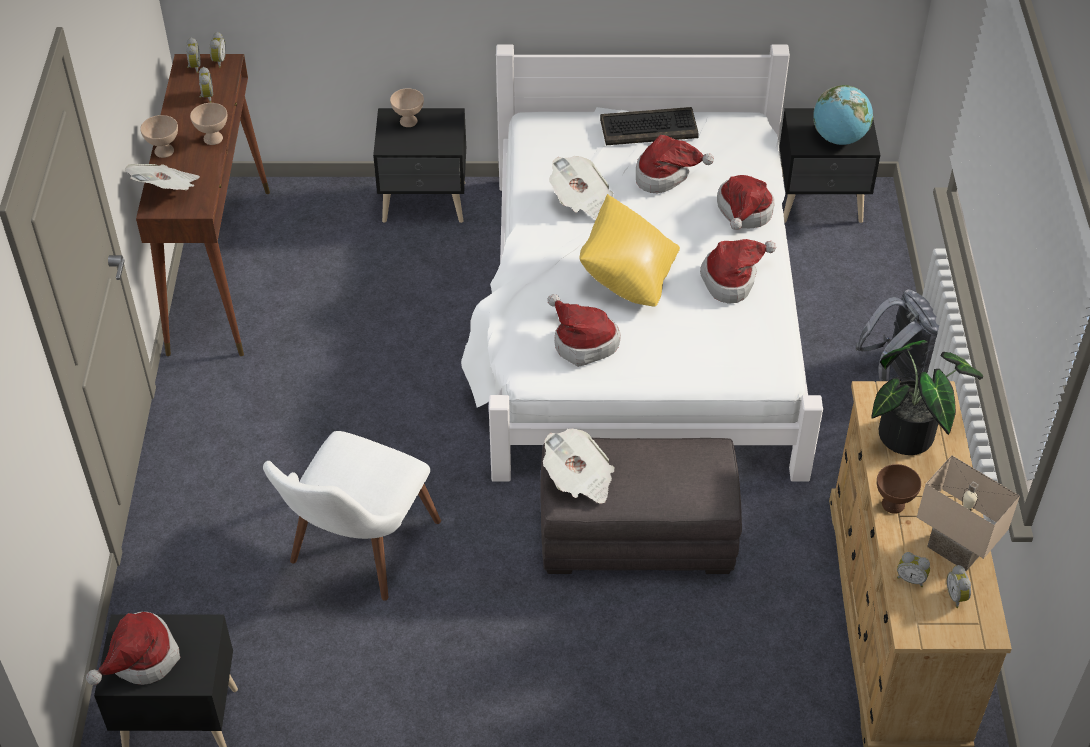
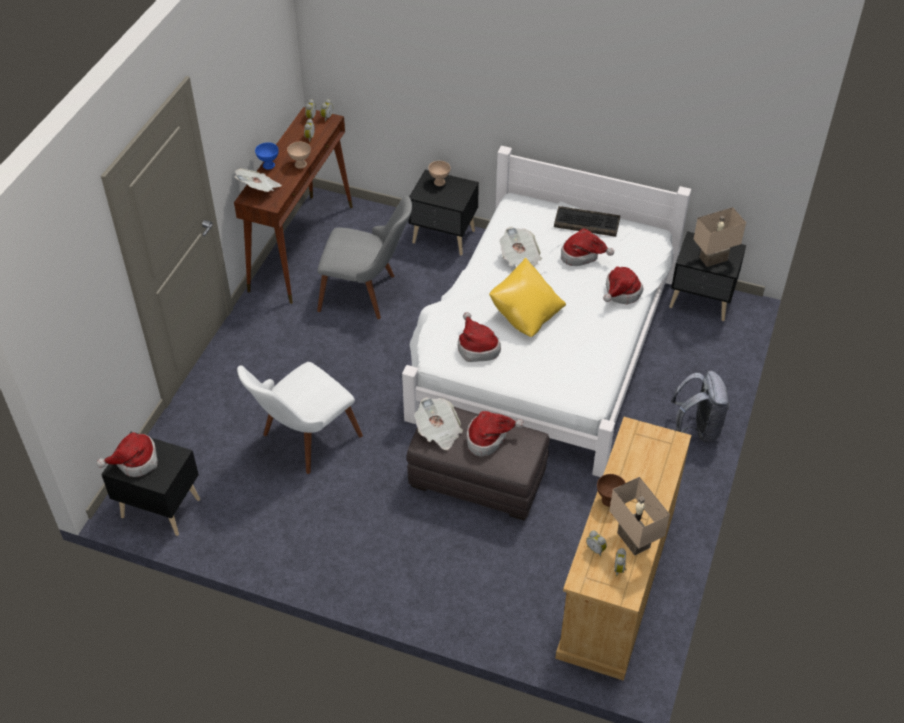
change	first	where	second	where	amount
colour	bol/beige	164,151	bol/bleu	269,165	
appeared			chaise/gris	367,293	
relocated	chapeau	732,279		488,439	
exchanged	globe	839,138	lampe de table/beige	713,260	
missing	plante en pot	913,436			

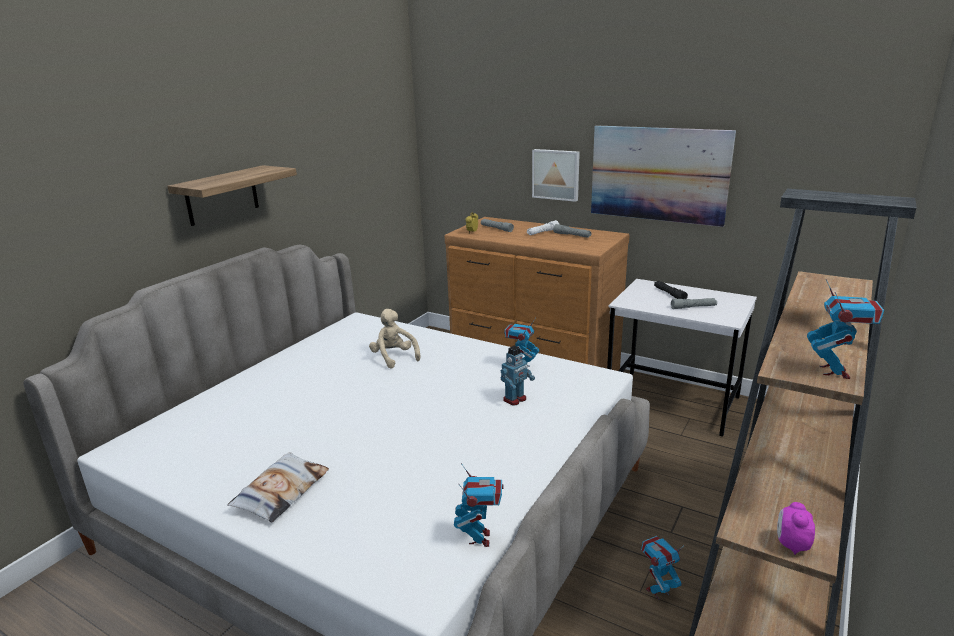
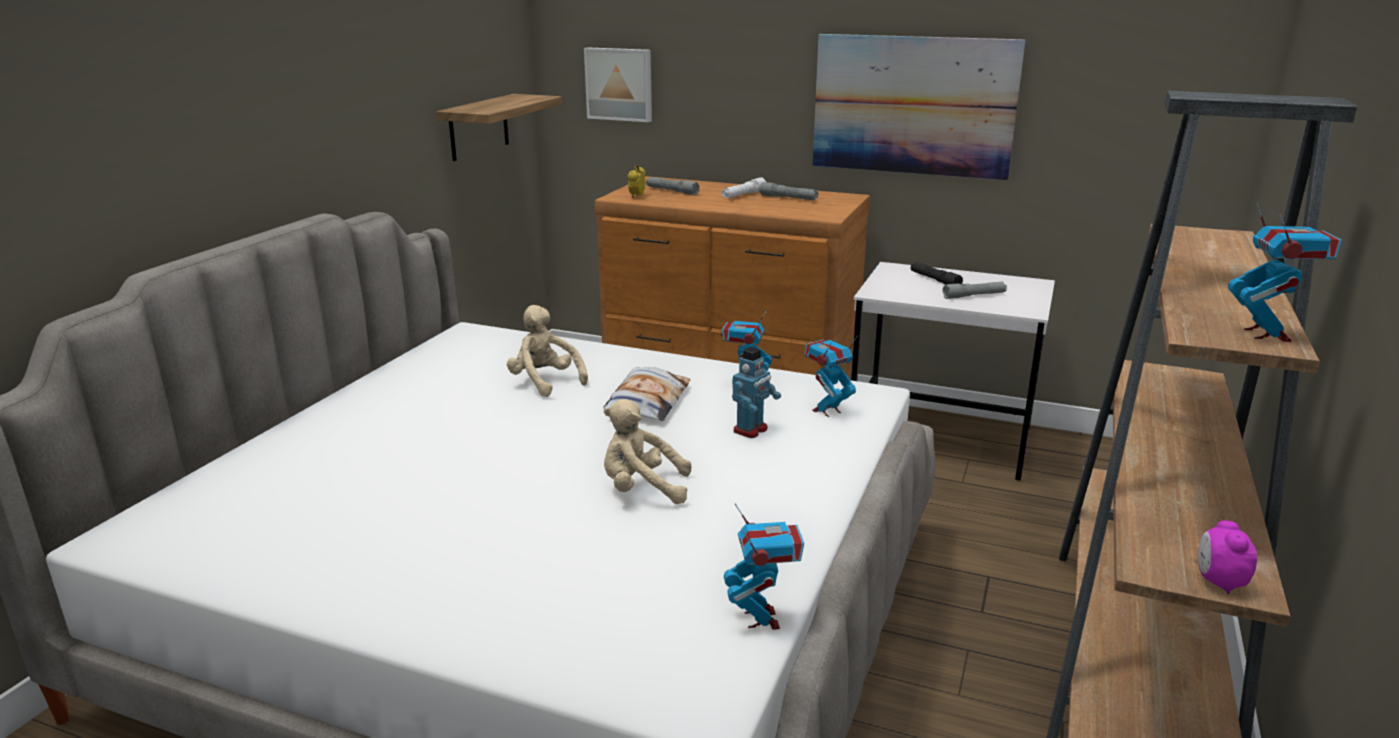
change	first	where	second	where	amount
relocated	étagère	222,195		479,127	
relocated	tableau	556,174		619,84	
relocated	coussin	281,492		647,401	
appeared			peluche/beige	642,489	
relocated	robot jouet	658,591		827,411	

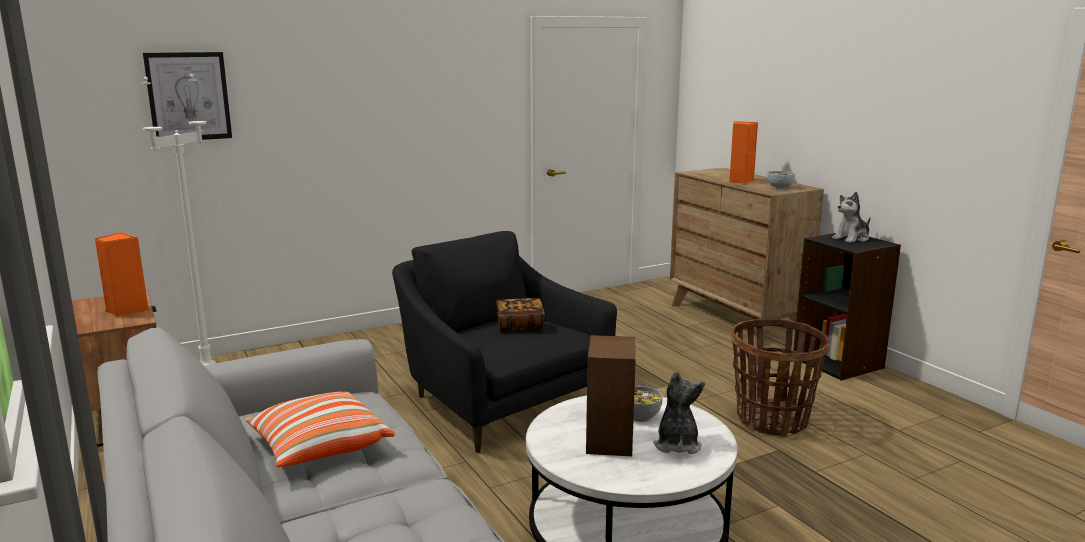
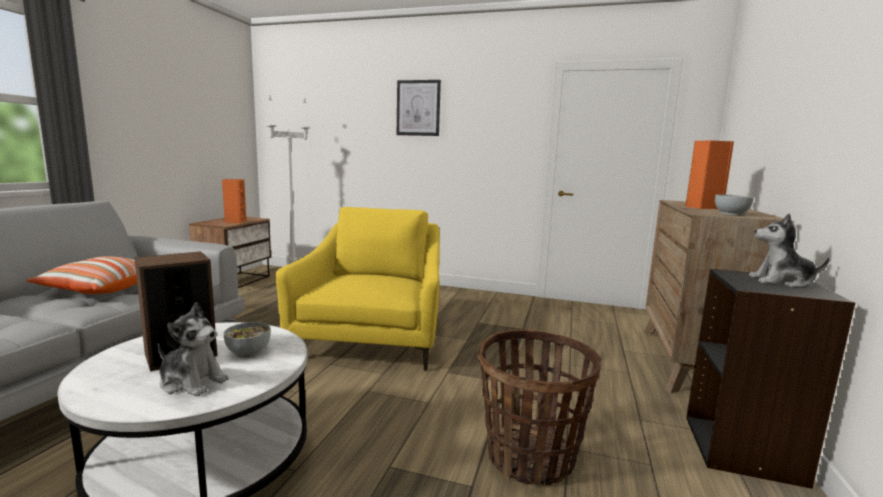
change	first	where	second	where	amount
spun	peluche	676,444		192,382	60 degrees clockwise
colour	fauteuil/noir	498,400	fauteuil/jaune	373,339	
relocated	tableau	188,96		418,108	
missing	livre	520,325			

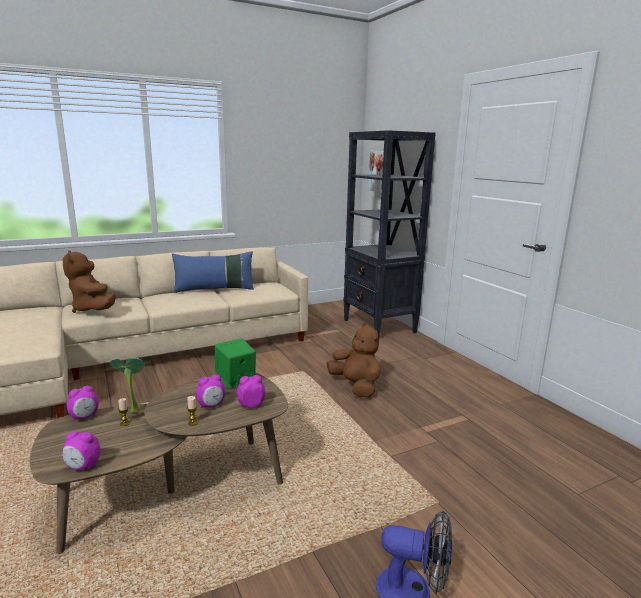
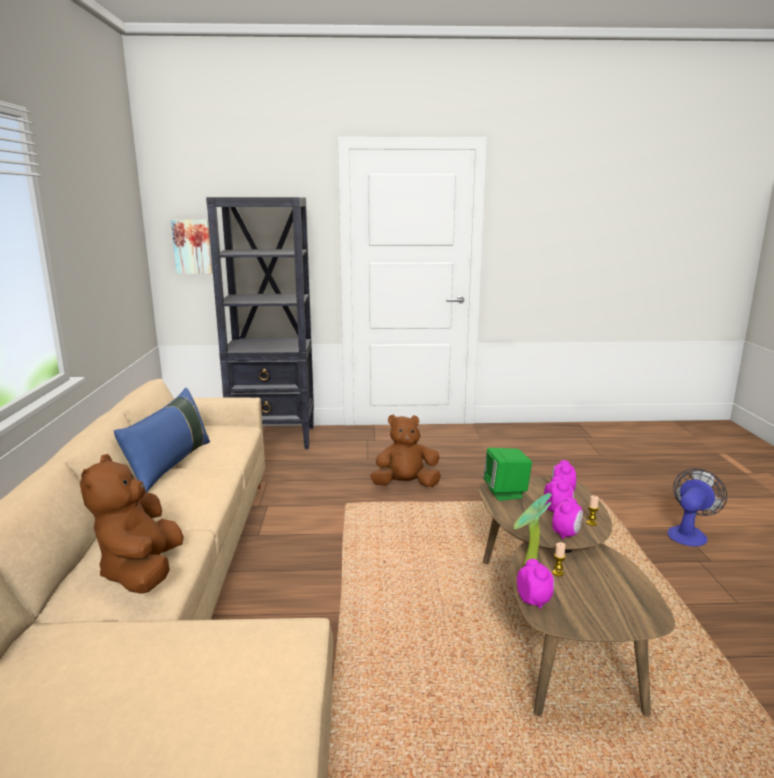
change	first	where	second	where	amount
spun	peluche/marron	93,309		142,572	90 degrees clockwise
relocated	réveil	83,466		566,534	

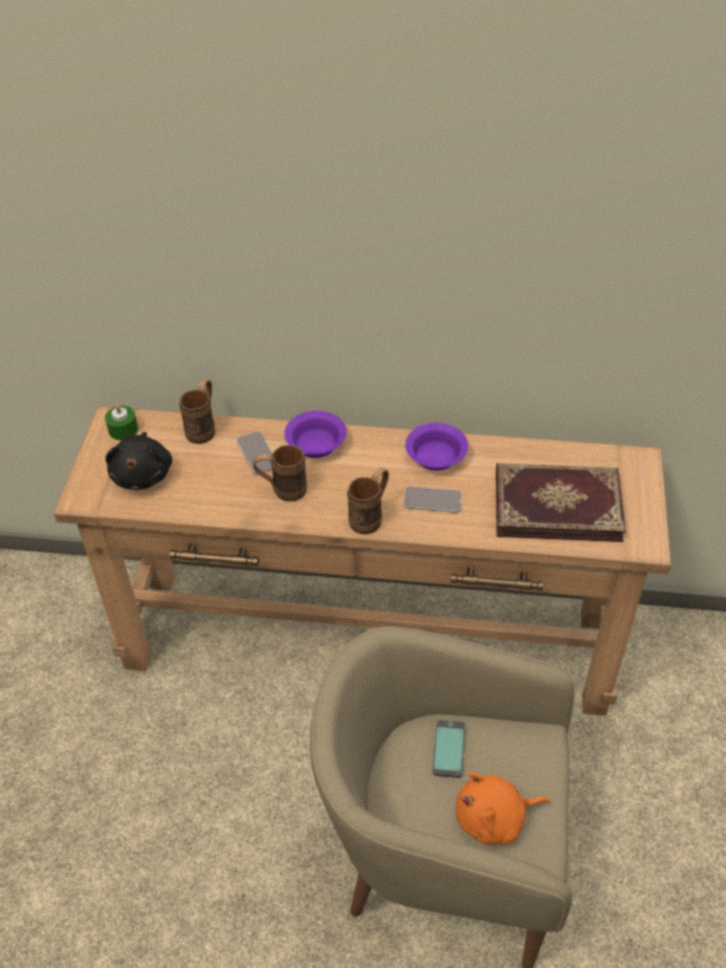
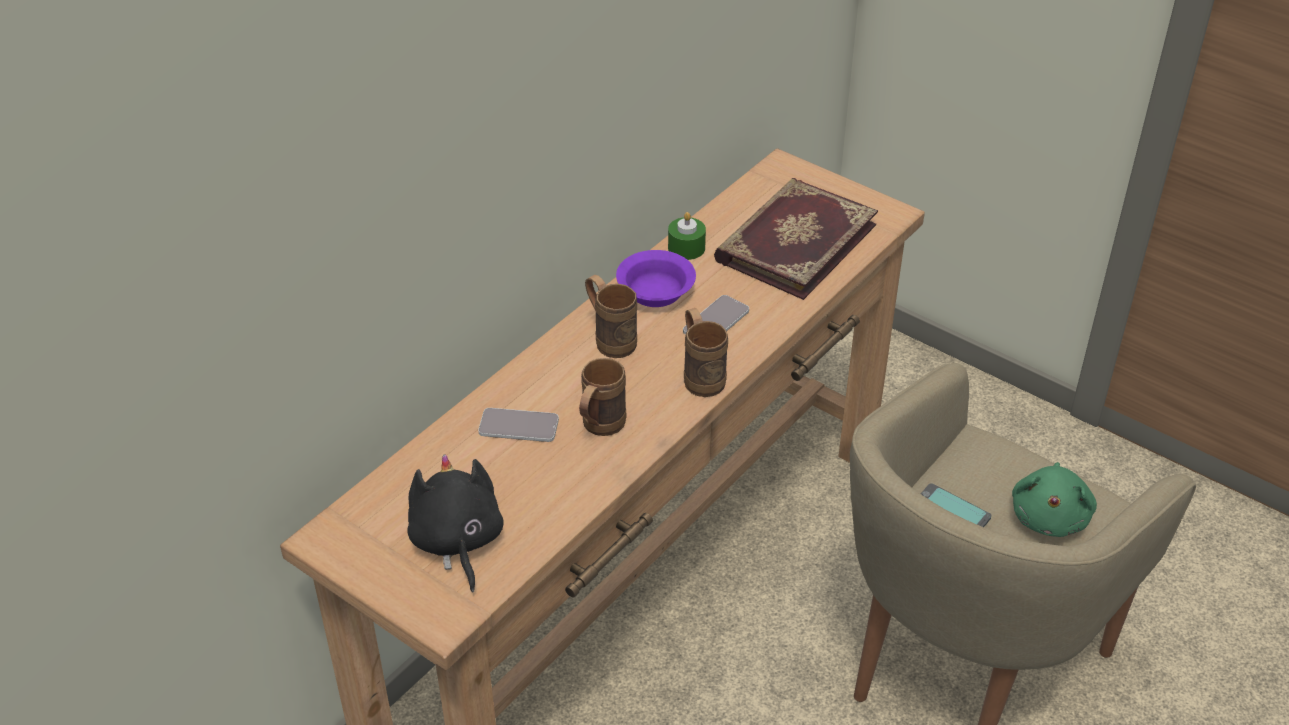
change	first	where	second	where	amount
spun	peluche/noir	143,474		457,542	135 degrees counterclockwise
relocated	mug/marron	204,428		610,339	
relocated	bougie/vert	123,429		686,248	
colour	peluche/orange	494,819	peluche/vert	1050,516	
missing	bol/violet	316,443			

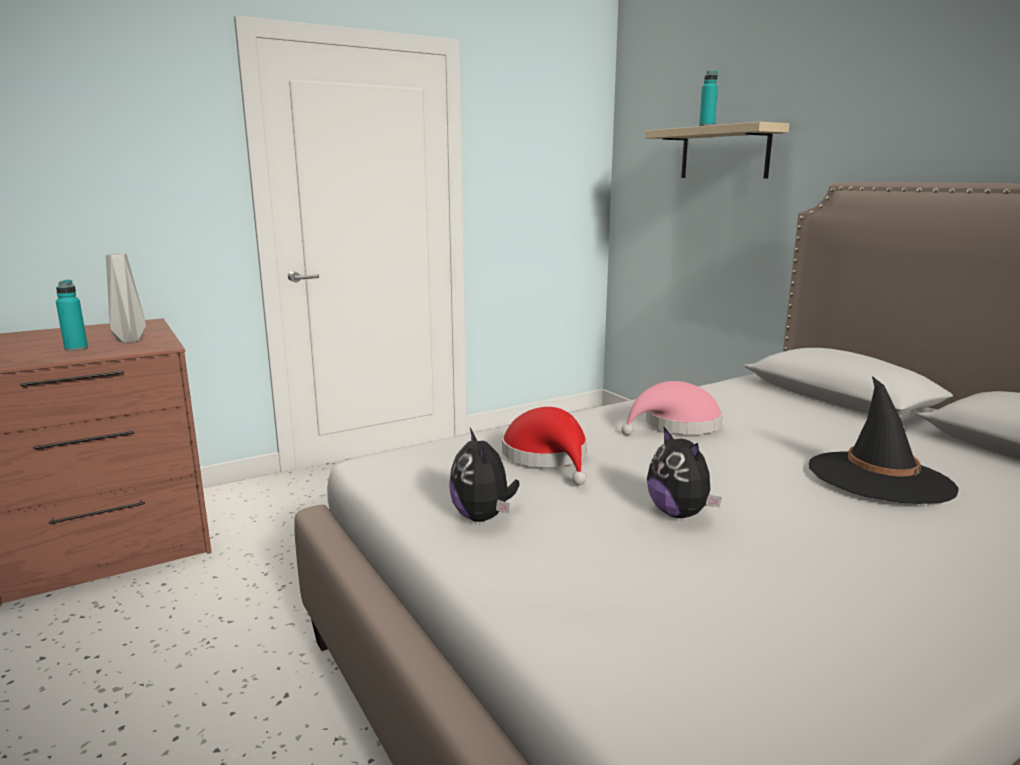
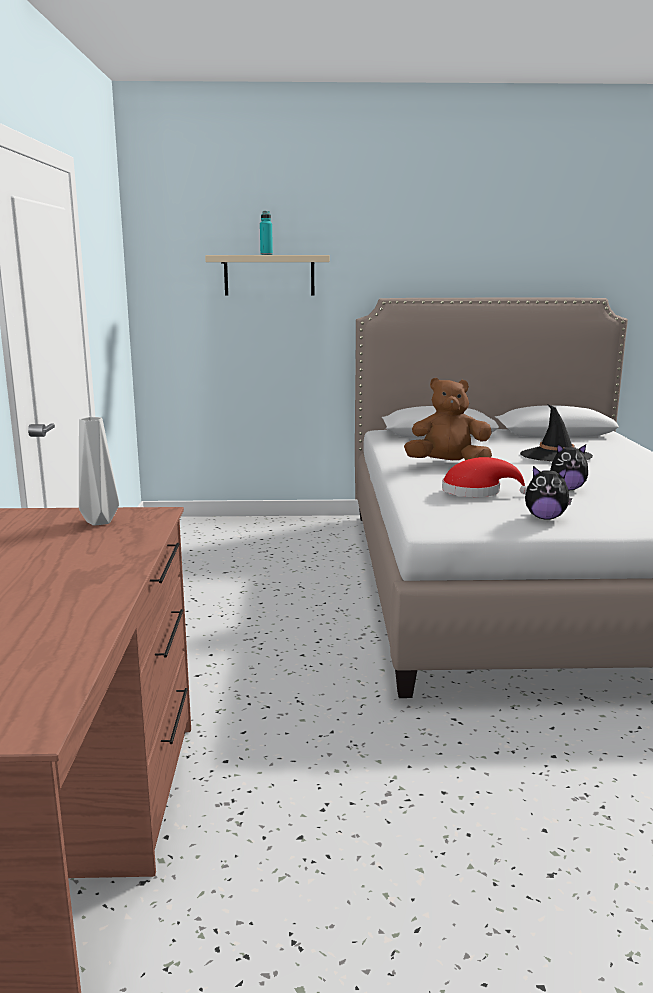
change	first	where	second	where	amount
exchanged	chapeau/rose	677,425	peluche/marron	448,464	
missing	bouteille/turquoise	76,348			

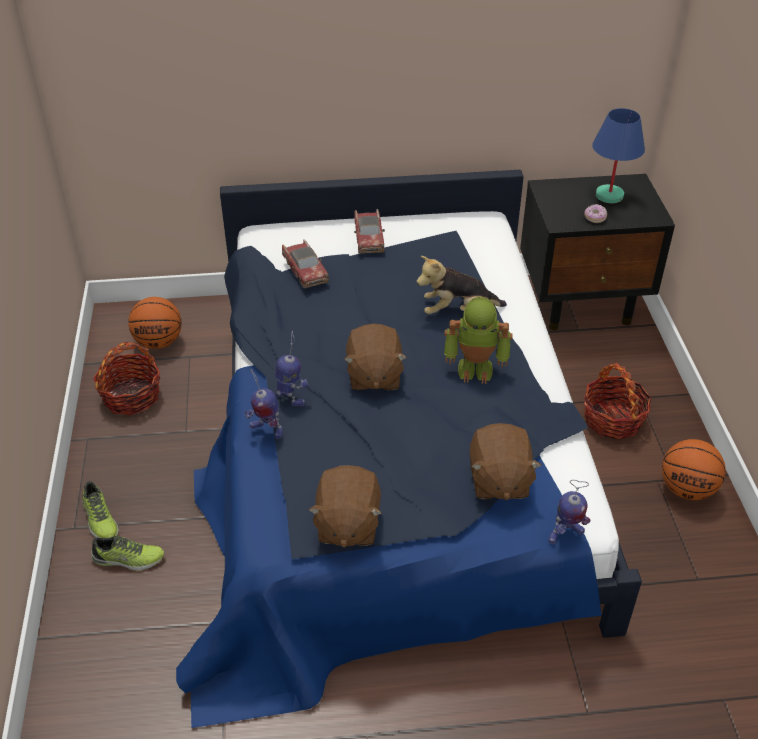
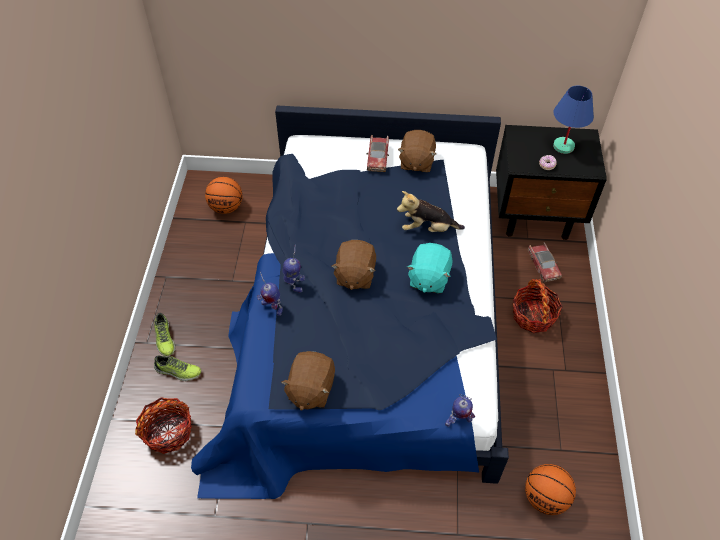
change	first	where	second	where	amount
relocated	panier	131,396		168,432	
relocated	peluche/marron	498,480		416,162	
exchanged	robot jouet	476,367	peluche/turquoise	428,278	
relocated	ballon de basket	687,489		545,497	
relocated	petite voiture	305,270		543,266	

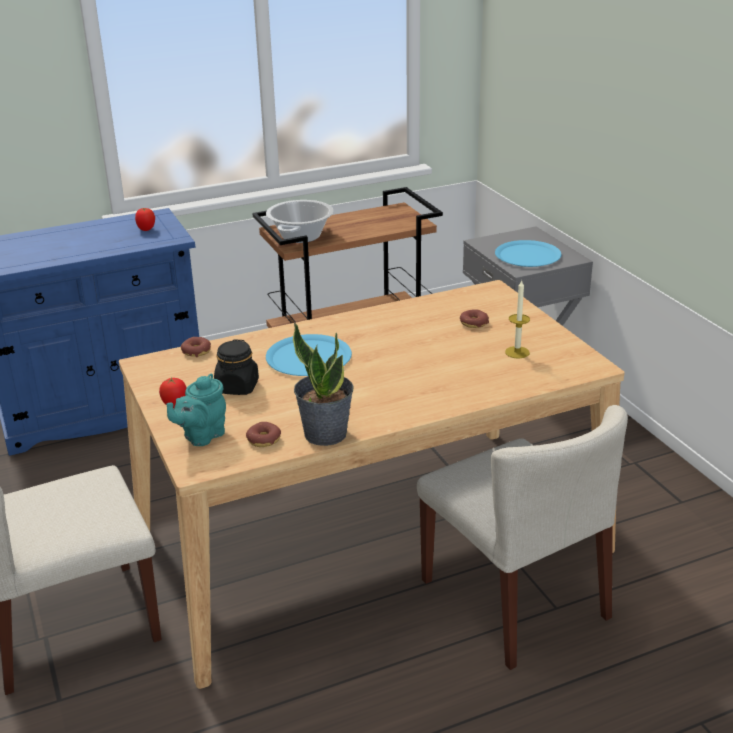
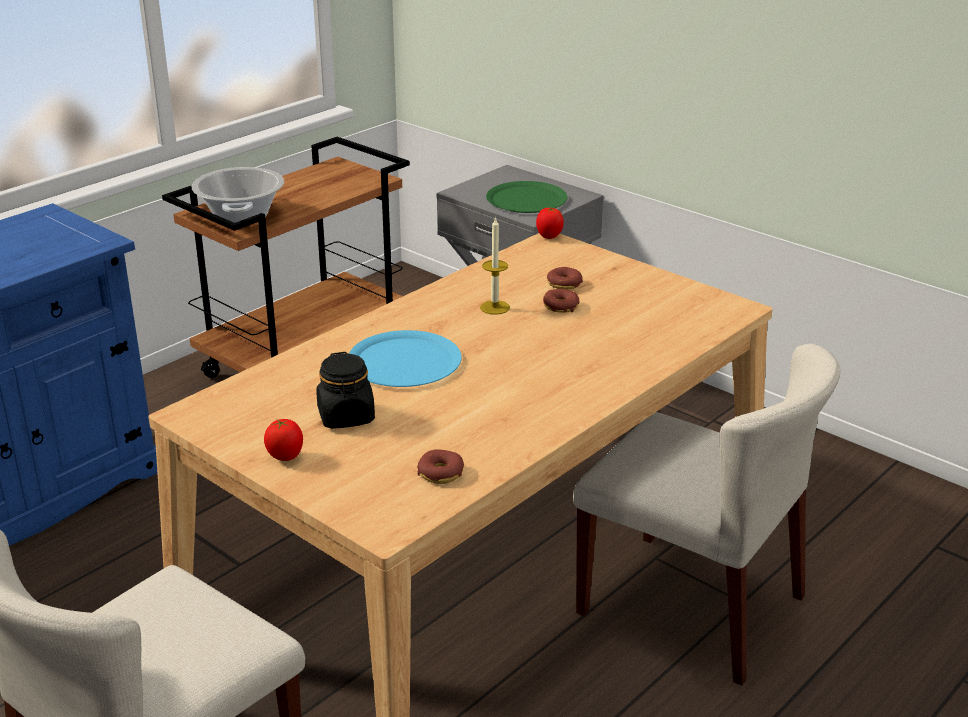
change	first	where	second	where	amount
relocated	bougie	517,352		495,307	
colour	assiette/bleu	527,255	assiette/vert	526,199	
relocated	tomate	146,230		549,237	
relocated	beignet	196,351		560,306	
missing	théière/turquoise	201,436			
missing	plante en pot	325,433			

